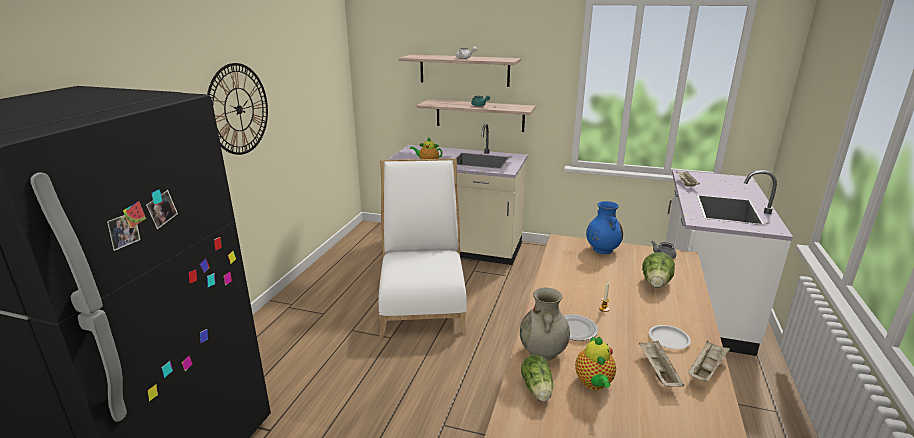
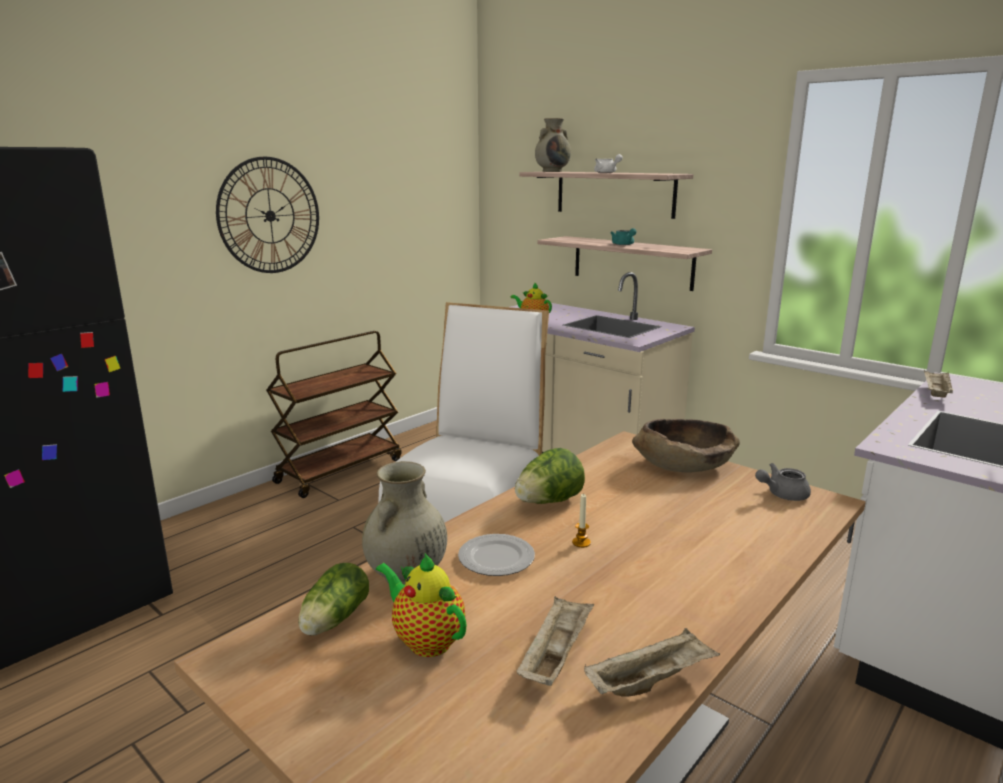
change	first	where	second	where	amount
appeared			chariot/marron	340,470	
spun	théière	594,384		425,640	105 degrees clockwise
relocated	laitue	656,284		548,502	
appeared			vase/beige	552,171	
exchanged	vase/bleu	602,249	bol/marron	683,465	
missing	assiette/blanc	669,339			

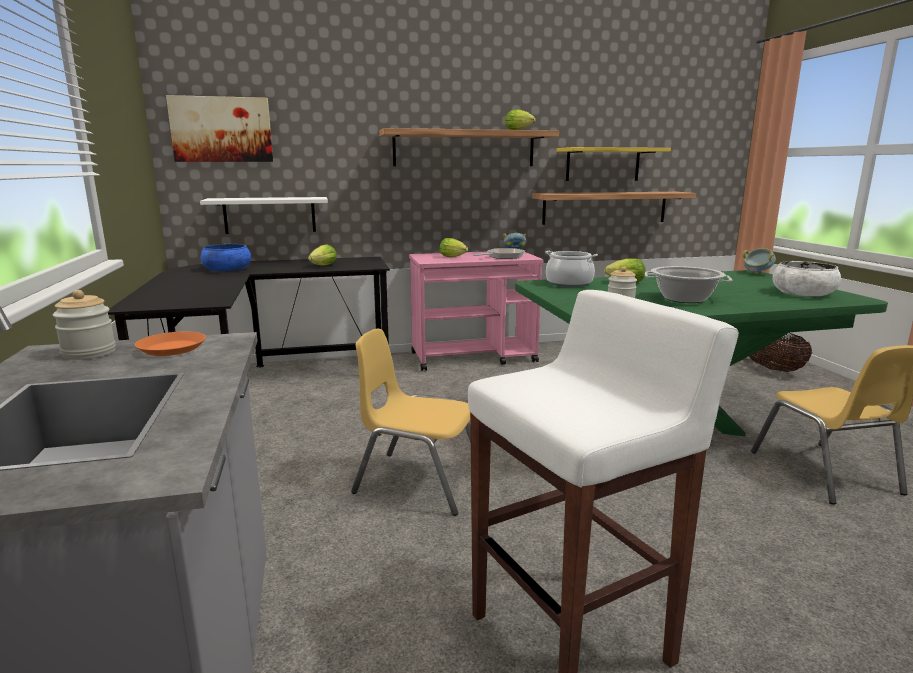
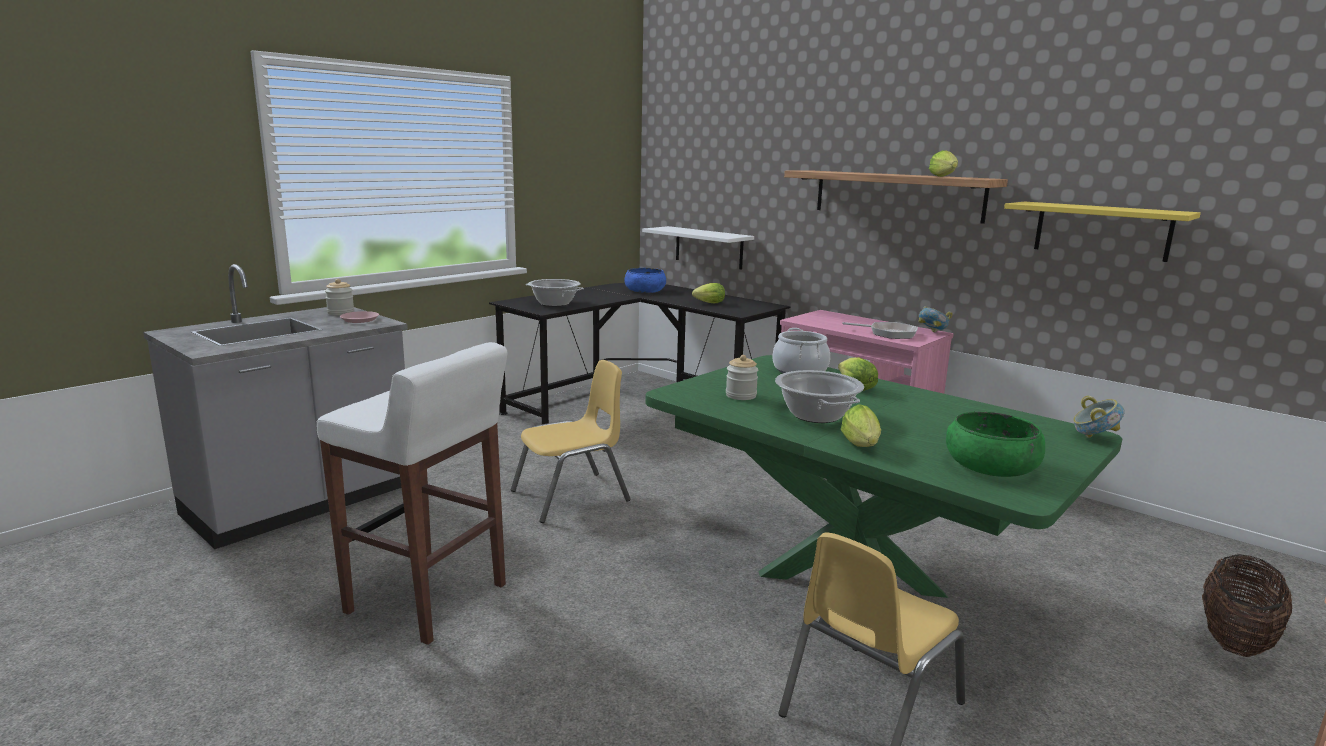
change	first	where	second	where	amount
colour	assiette/orange	171,348	assiette/rose	359,320	
spun	chaise/jaune	419,481		571,496	75 degrees clockwise
appeared			marmite	554,303	
relocated	laitue	454,257		862,447	
colour	bol/blanc	803,293	bol/vert	990,465	
missing	tableau	222,129			
missing	étagère	605,207			

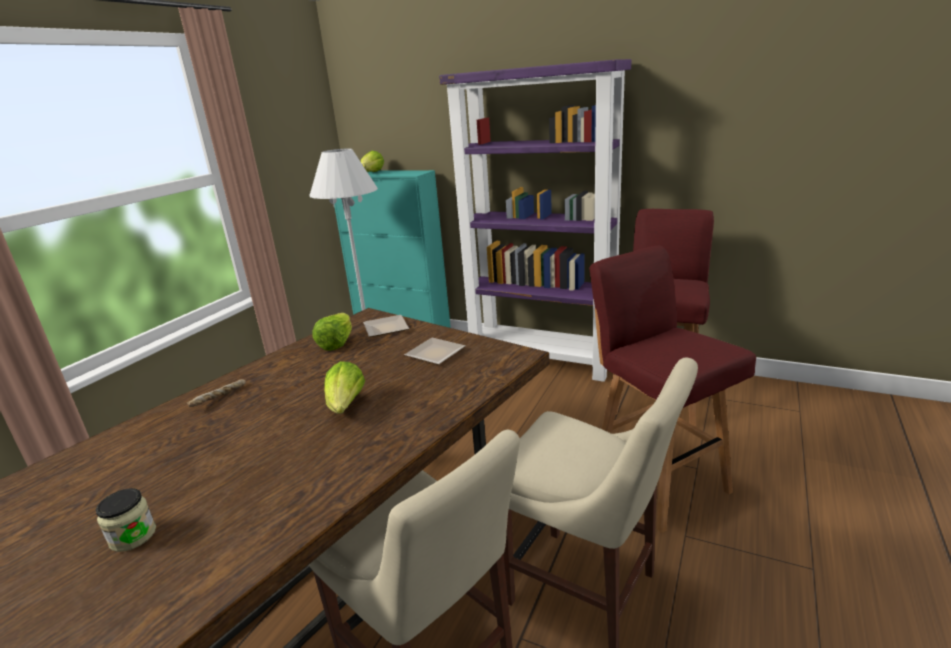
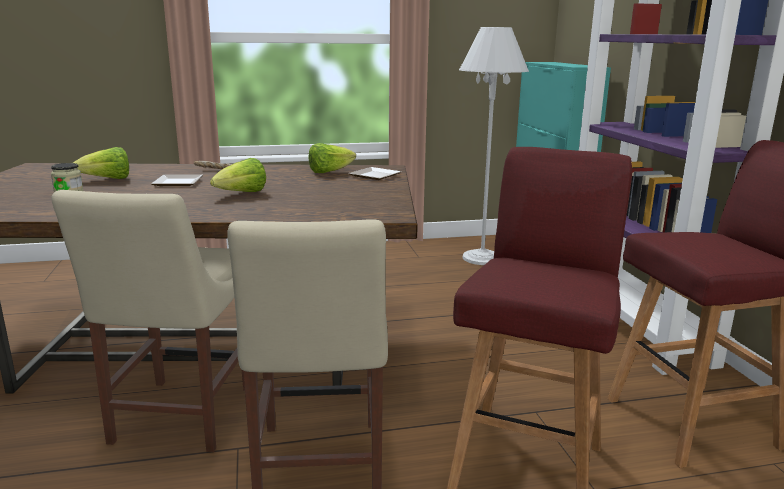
change	first	where	second	where	amount
relocated	laitue	372,173		107,180	
relocated	assiette	435,353		180,182	

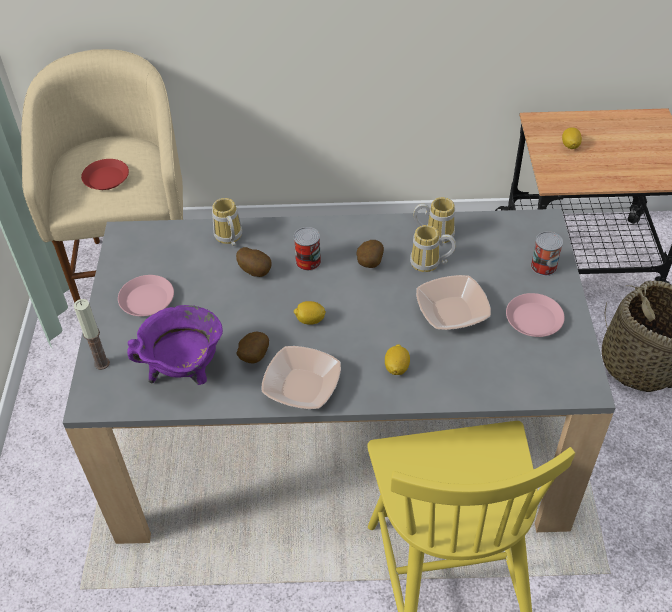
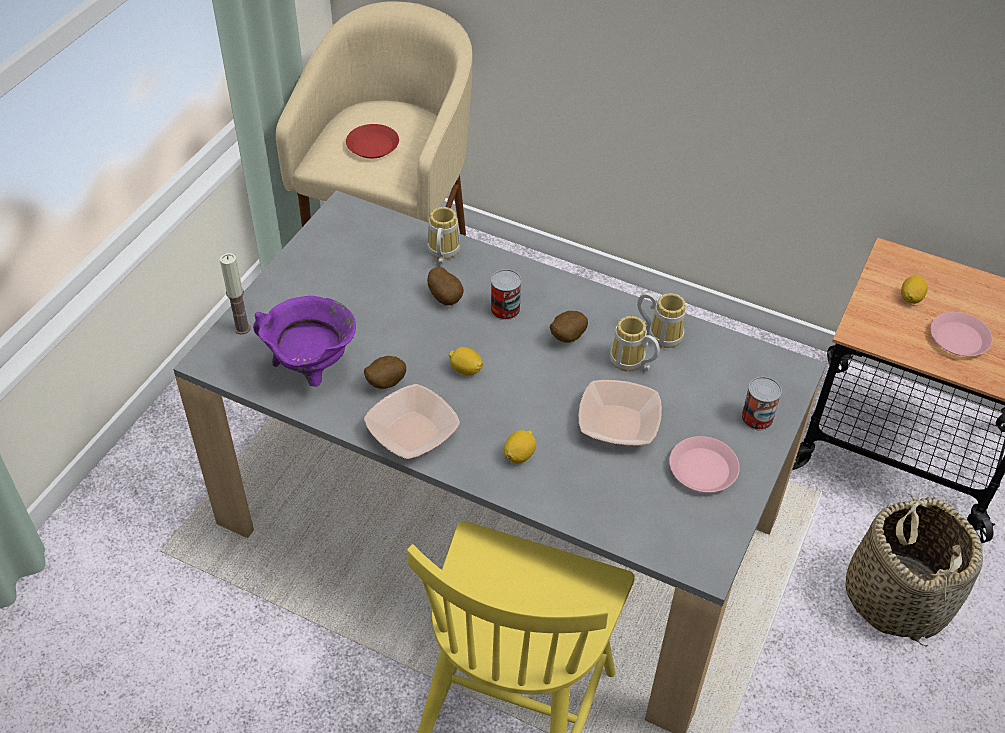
change	first	where	second	where	amount
relocated	assiette/rose	146,300		958,339	

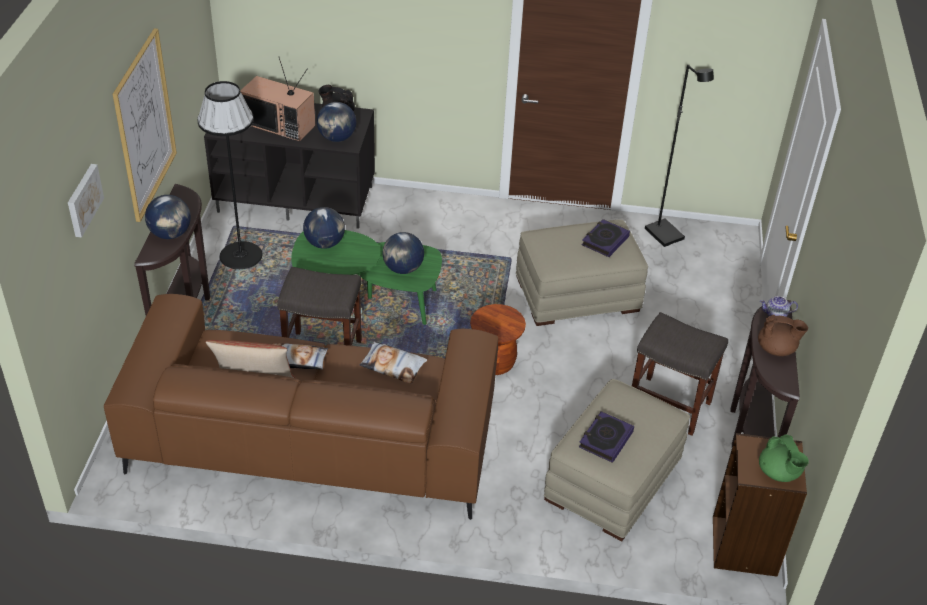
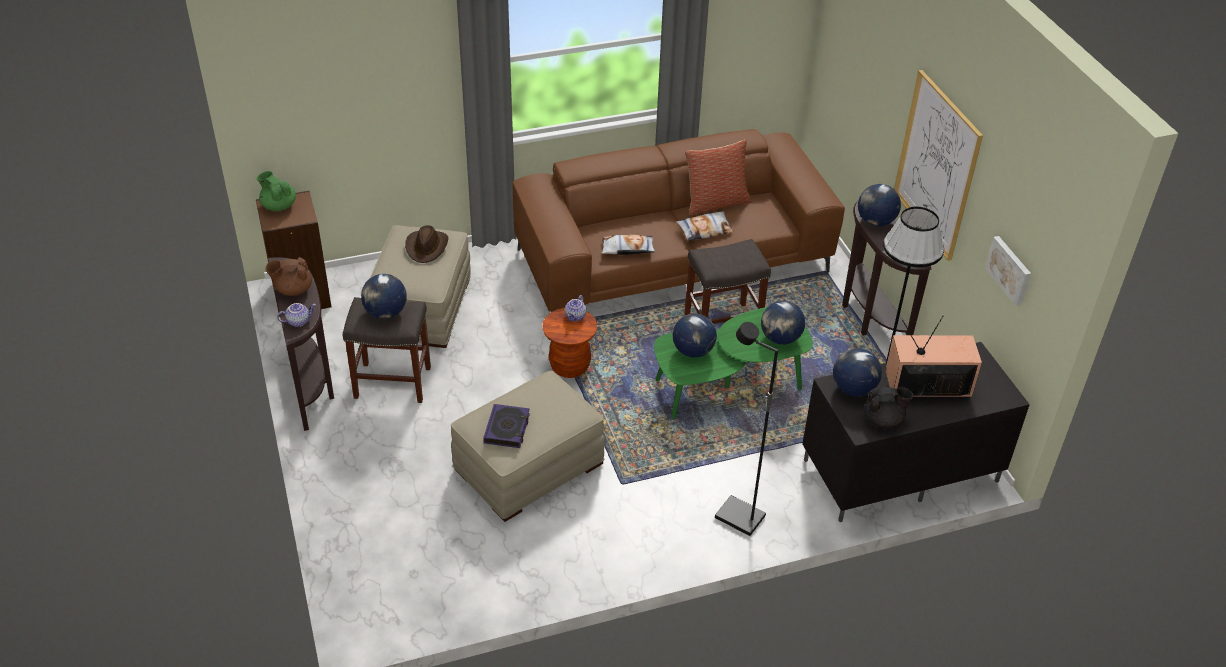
change	first	where	second	where	amount
appeared			globe	385,313	
exchanged	livre	605,439	chapeau/marron	427,247	
appeared			théière	575,316	
relocated	lampadaire/noir	665,234		738,518	
relocated	tableau	83,199		1010,270	

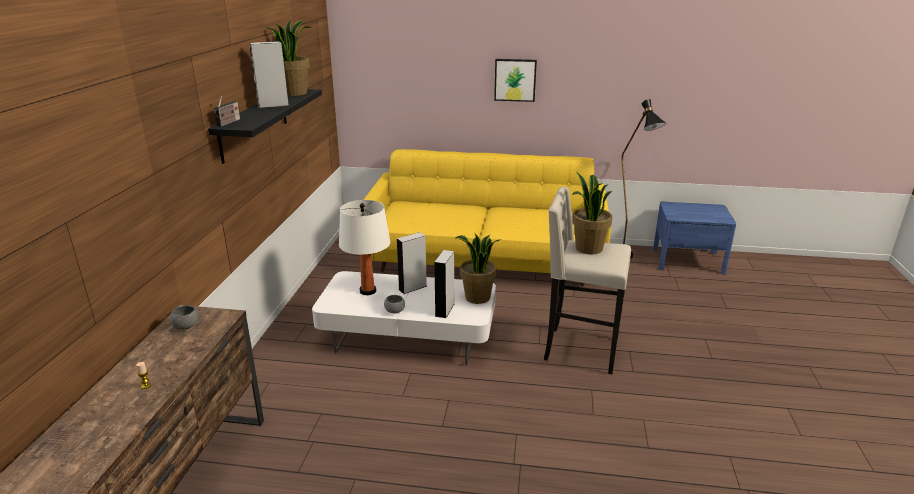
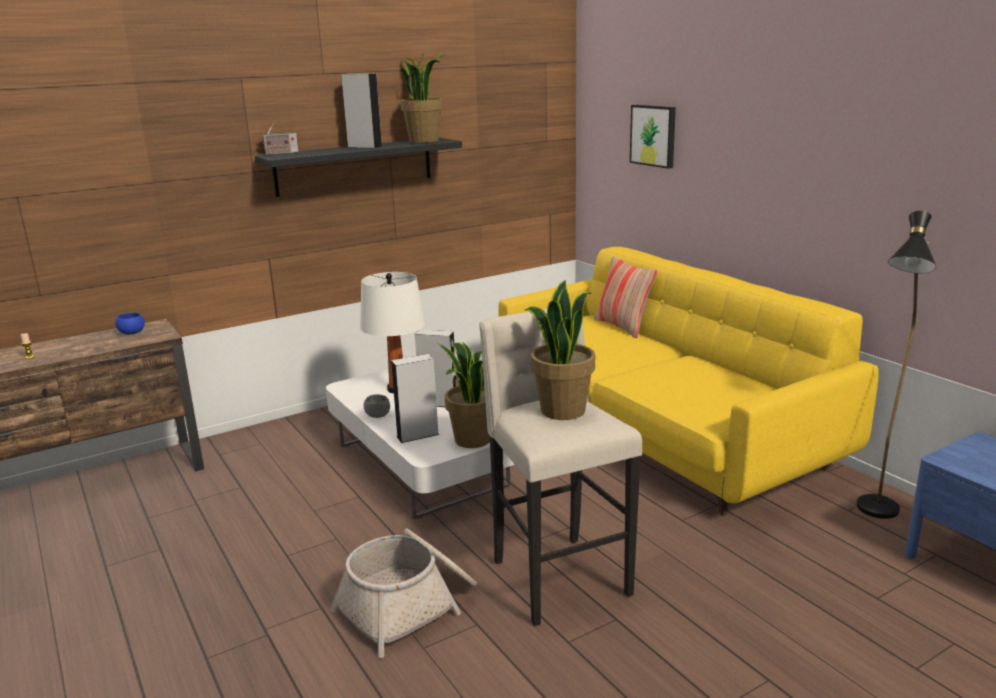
change	first	where	second	where	amount
colour	bol/gris	186,326	bol/bleu	132,333	
appeared			panier	410,605	
appeared			coussin	623,326	
relocated	tableau	515,80		654,135	

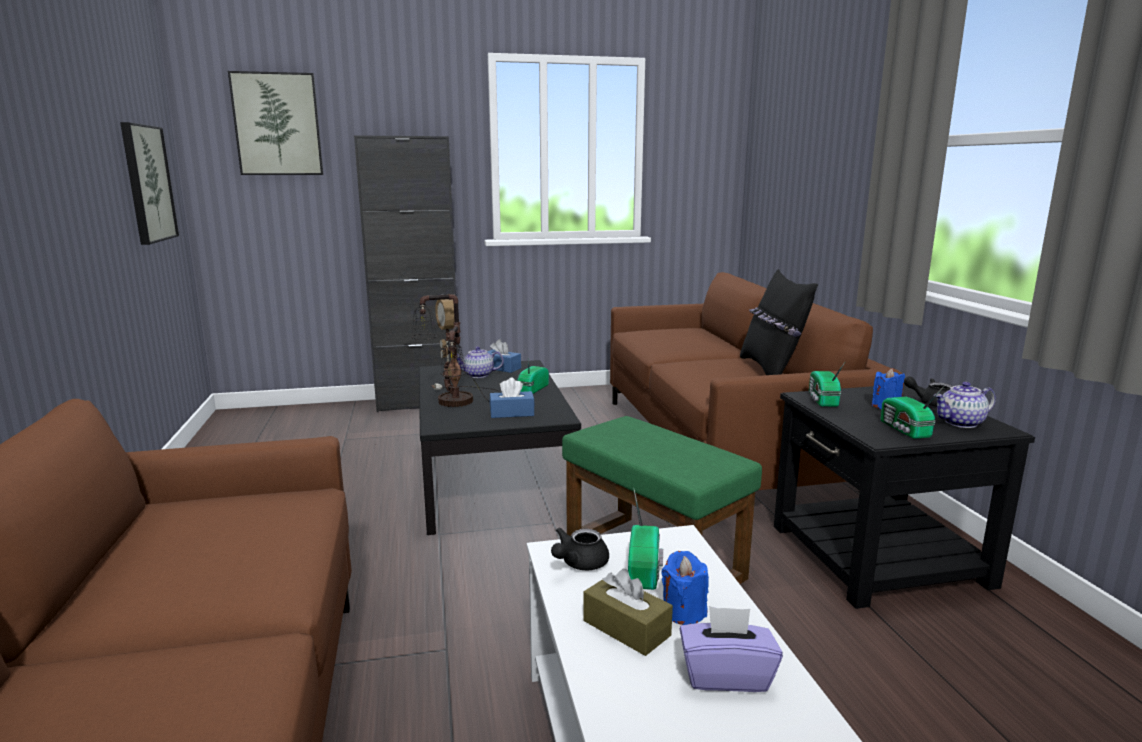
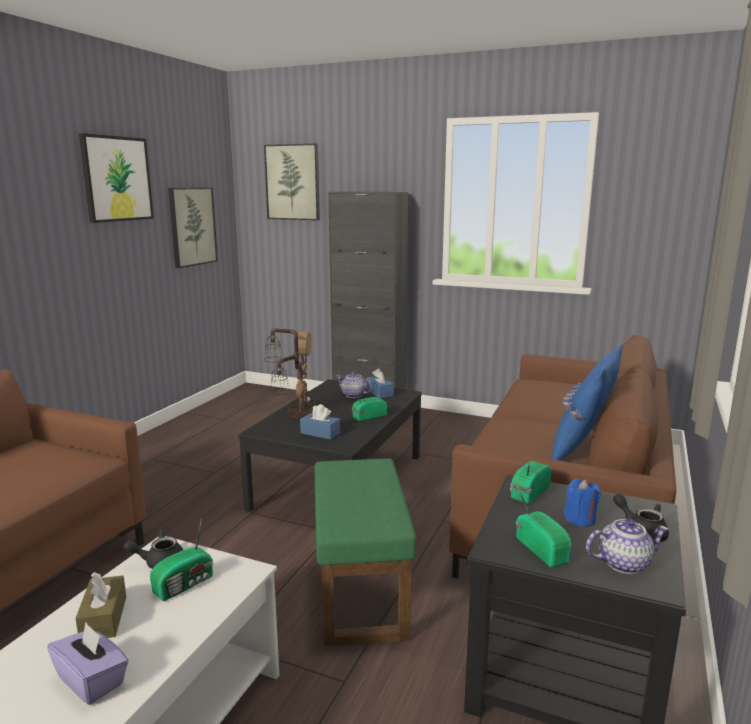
change	first	where	second	where	amount
appeared			tableau	116,179	
spun	radio	904,430		542,549	135 degrees clockwise
colour	coussin/noir	771,370	coussin/bleu	583,449	
spun	théière	960,423		623,563	150 degrees clockwise
missing	bougie/bleu	683,612			

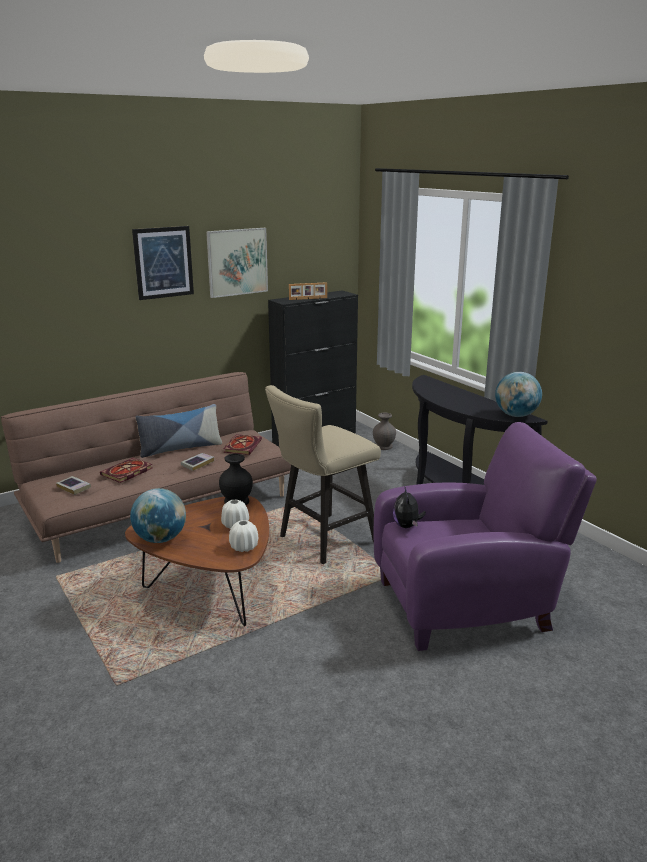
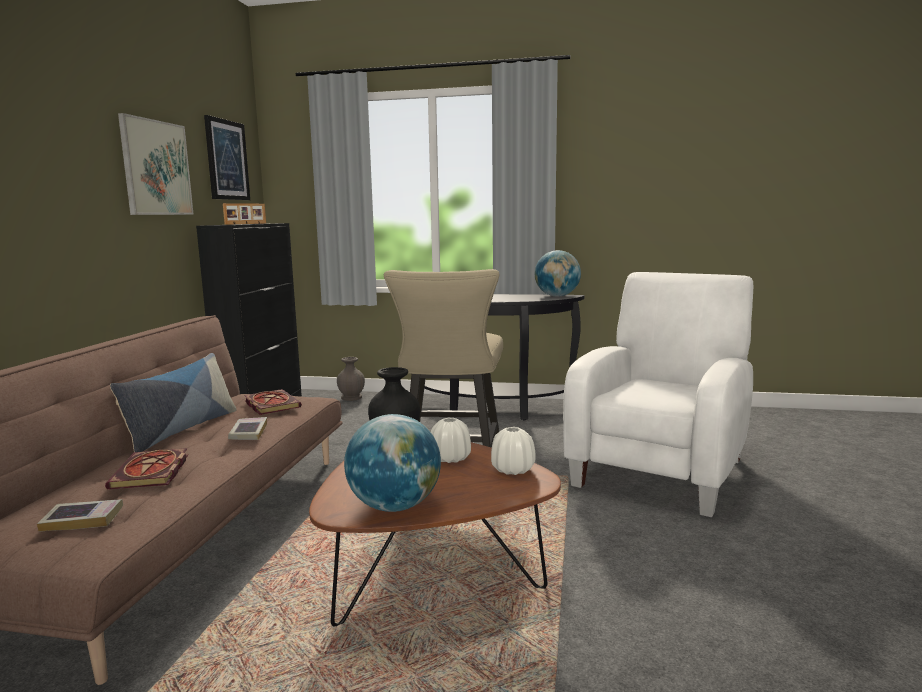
change	first	where	second	where	amount
relocated	tableau	163,262		226,160	
colour	fauteuil/violet	468,604	fauteuil/blanc	662,469	
missing	peluche	407,526			

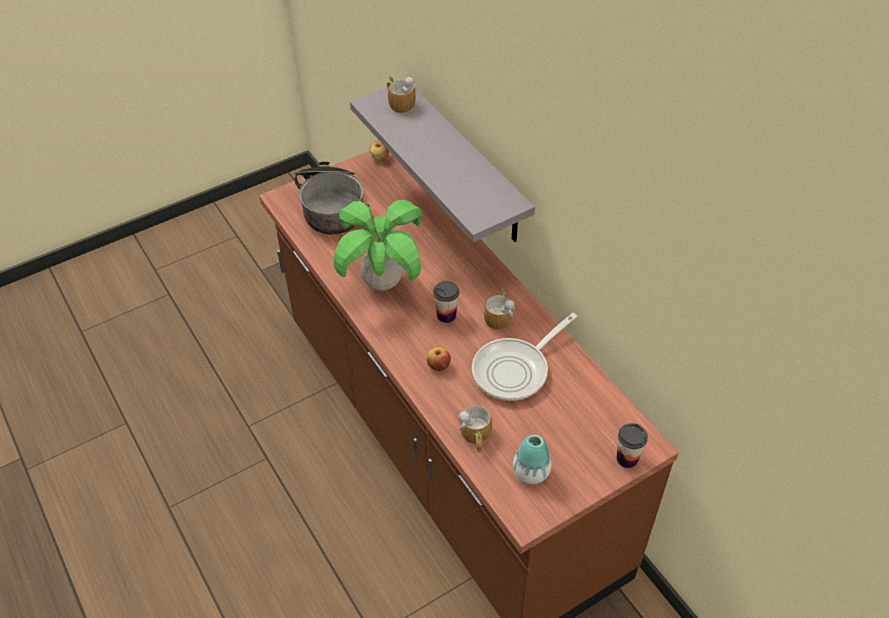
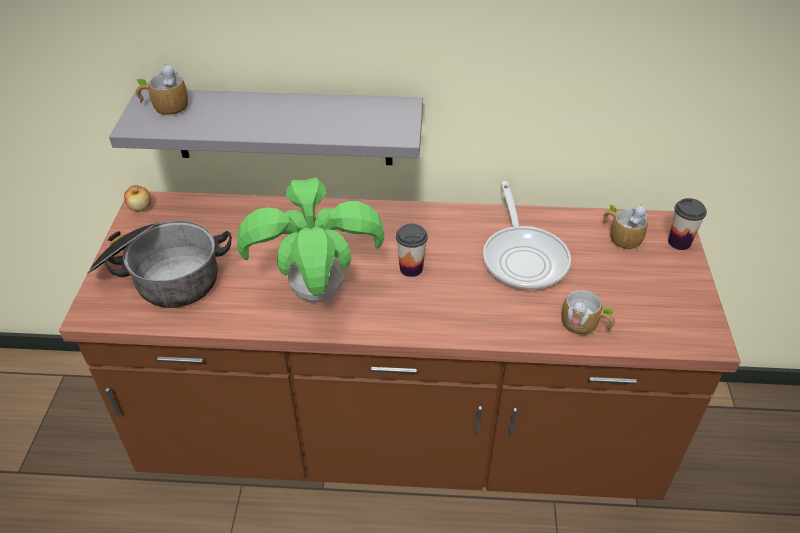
change	first	where	second	where	amount
relocated	mug	499,316		620,236	
missing	pomme	438,366			
missing	vase	531,472			

